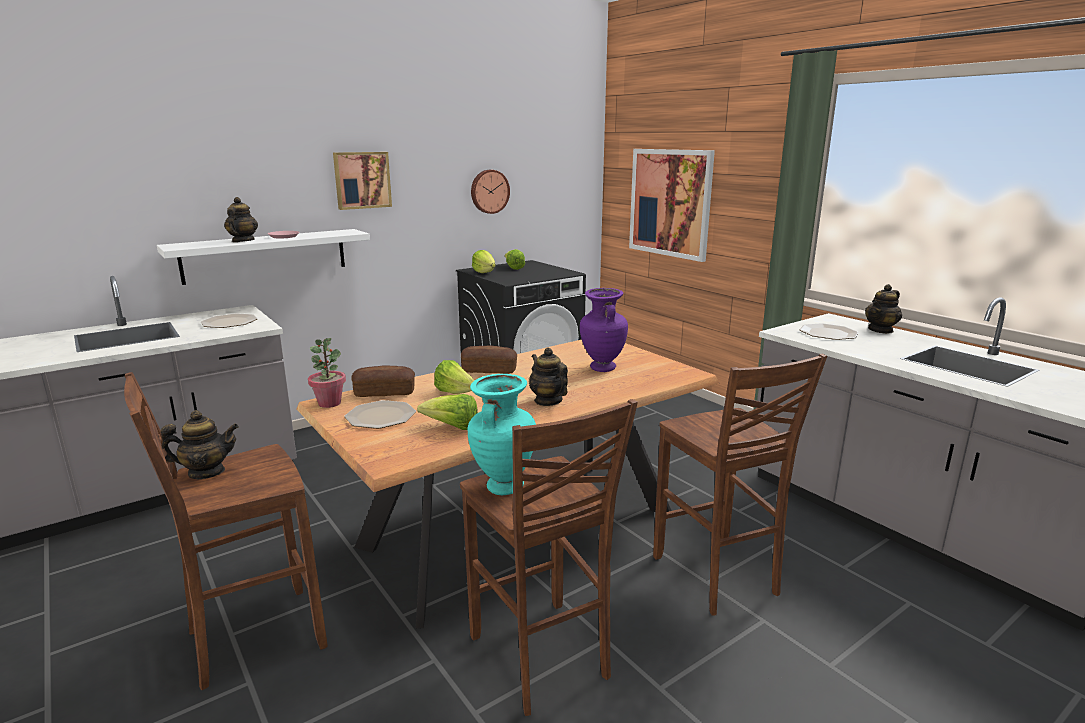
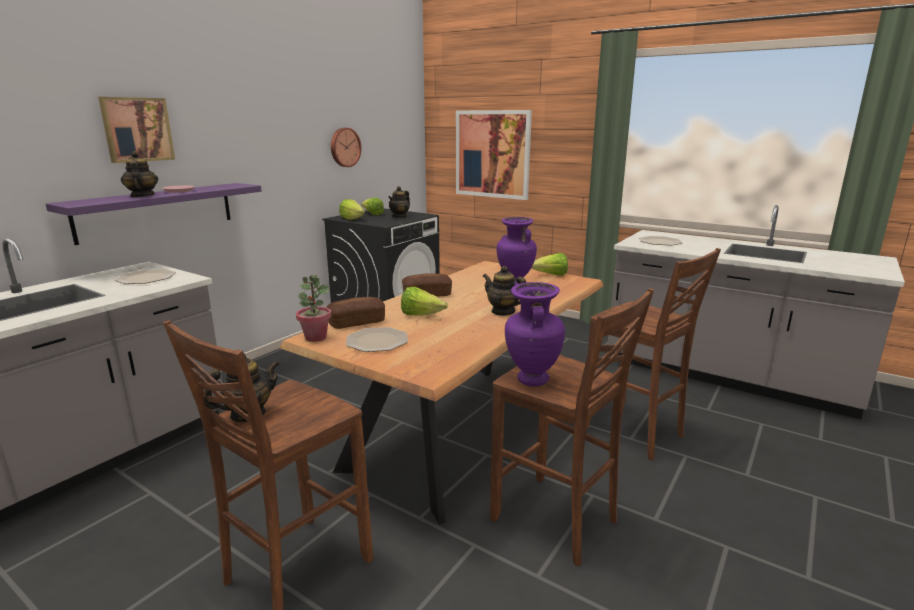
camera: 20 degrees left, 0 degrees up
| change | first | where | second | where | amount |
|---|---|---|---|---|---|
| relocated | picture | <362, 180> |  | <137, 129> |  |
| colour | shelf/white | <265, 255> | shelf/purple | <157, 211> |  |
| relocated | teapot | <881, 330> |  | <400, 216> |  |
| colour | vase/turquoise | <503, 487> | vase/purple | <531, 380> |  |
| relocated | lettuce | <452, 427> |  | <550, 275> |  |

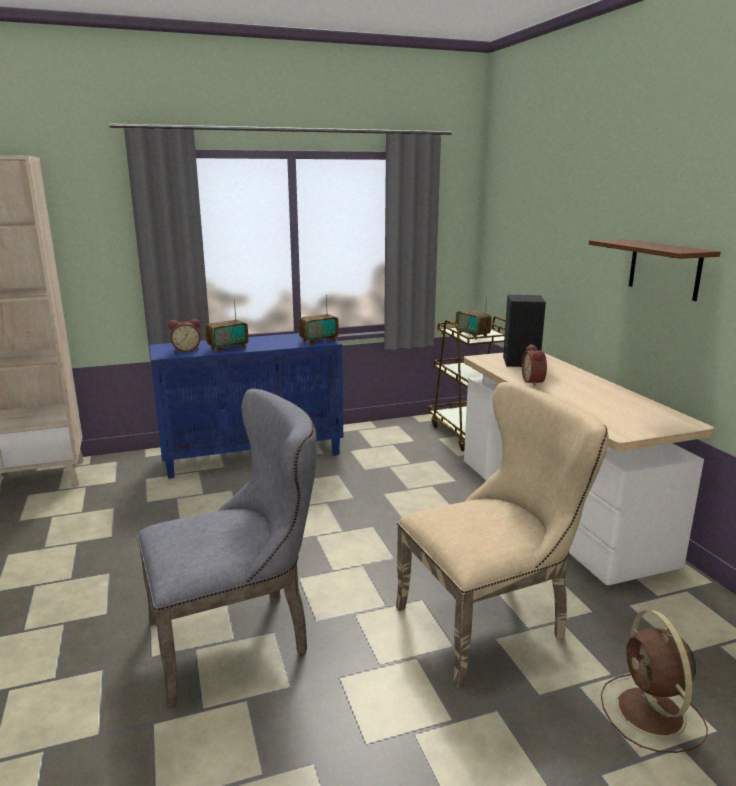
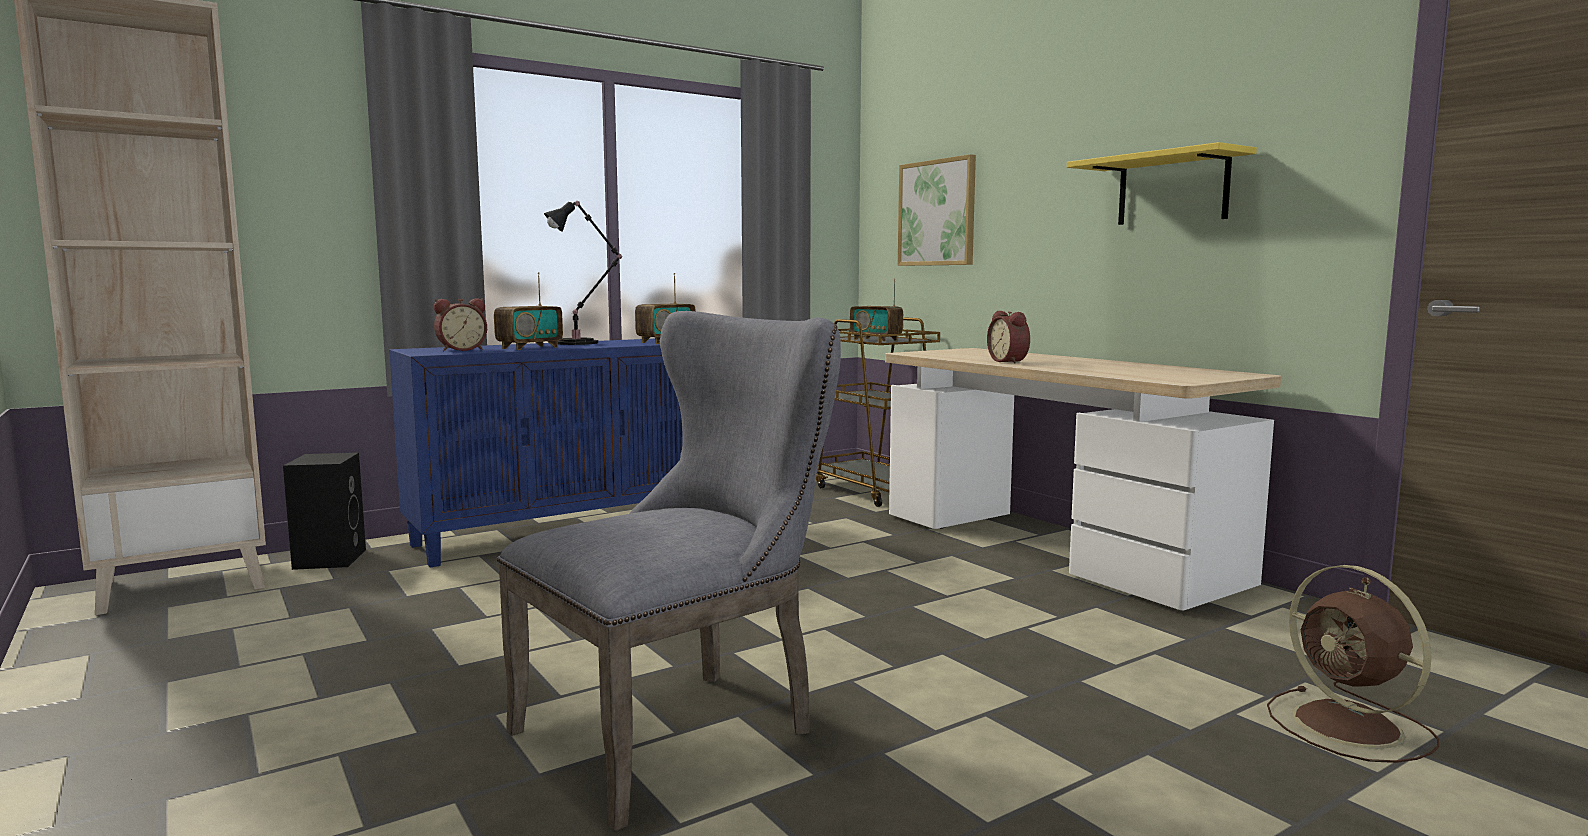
camera: 15 degrees left, 10 degrees down
| change | first | where | second | where | amount |
|---|---|---|---|---|---|
| colour | shelf/brown | <664, 269> | shelf/yellow | <1172, 189> |  |
| relocated | speaker/black | <519, 361> |  | <329, 558> |  |
| missing | chair/beige | <490, 622> |  |  |  |
| appeared |  |  | picture | <937, 213> |  |
| appeared |  |  | table lamp/black | <580, 343> |  |

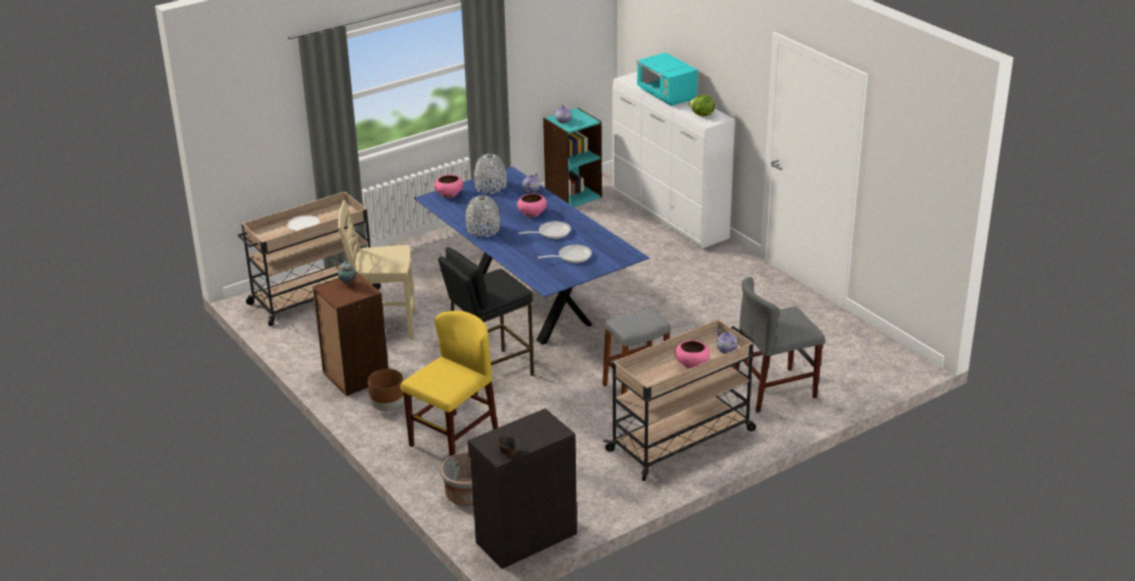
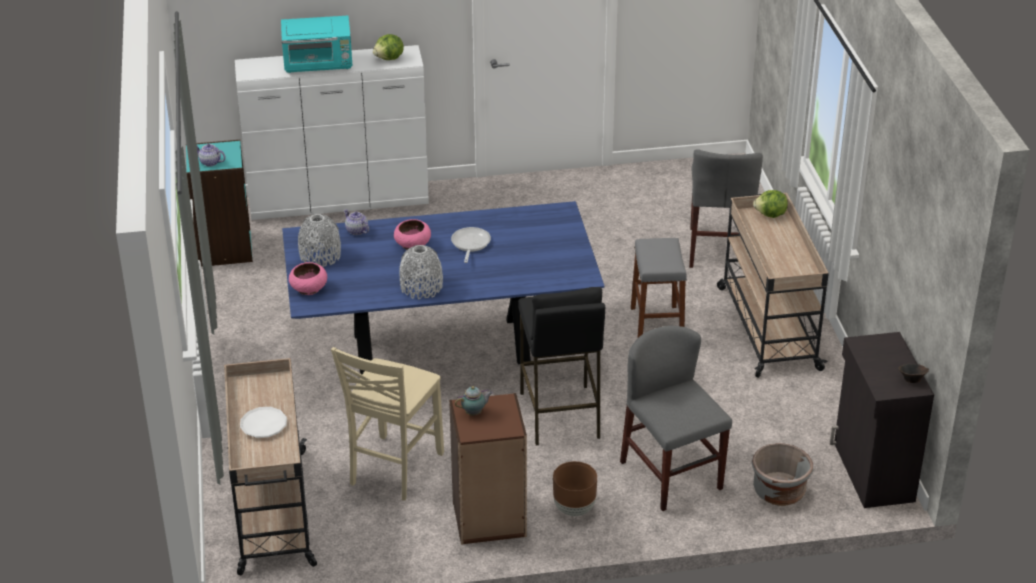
camera: 65 degrees left, 5 degrees up
| change | first | where | second | where | amount |
|---|---|---|---|---|---|
| missing | frying pan | <571, 257> |  |  |  |
| colour | chair/yellow | <453, 439> | chair/grey | <671, 475> |  |
| exchanged | teapot | <726, 350> | lettuce | <770, 215> |  |
| missing | bowl/pink | <691, 363> |  |  |  |

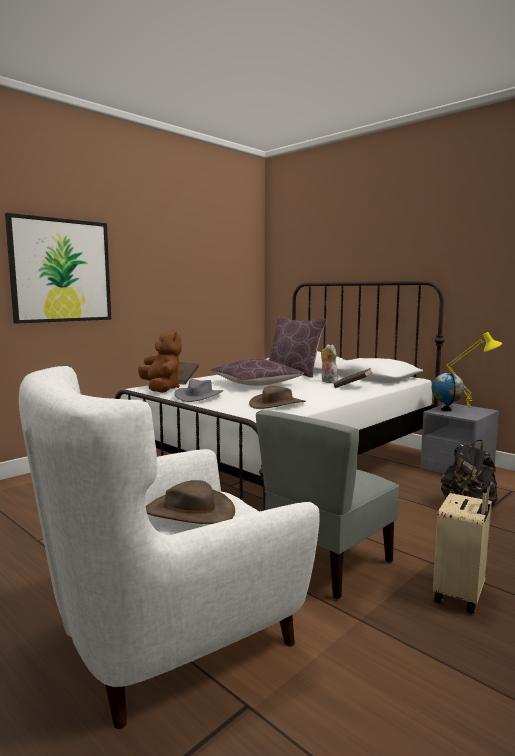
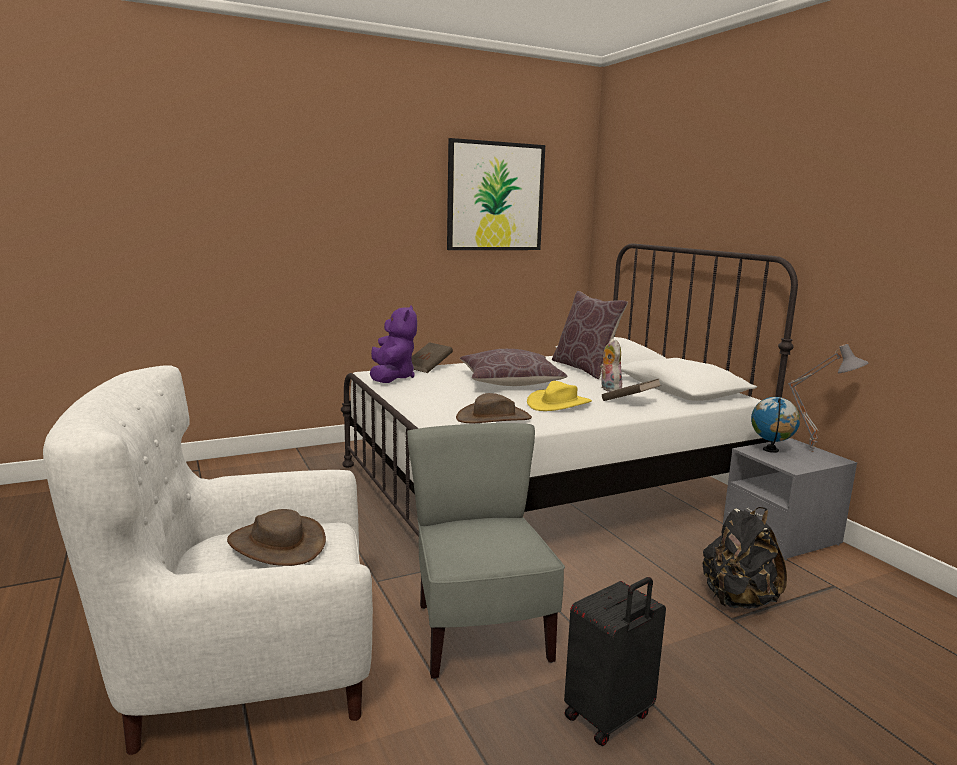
camera: 20 degrees right, 5 degrees up
| change | first | where | second | where | amount |
|---|---|---|---|---|---|
| relocated | picture | <61, 270> |  | <495, 197> |  |
| colour | plush toy/brown | <161, 389> | plush toy/purple | <391, 377> |  |
| colour | table lamp/yellow | <469, 407> | table lamp/grey | <813, 451> |  |
| missing | hat/grey | <198, 396> |  |  |  |
| spun | chair/grey | <327, 564> |  | <479, 633> | 105 degrees clockwise |
| colour | suitcase/beige | <461, 595> | suitcase/black | <609, 717> |  |
| appeared |  |  | hat/yellow | <559, 404> |  |

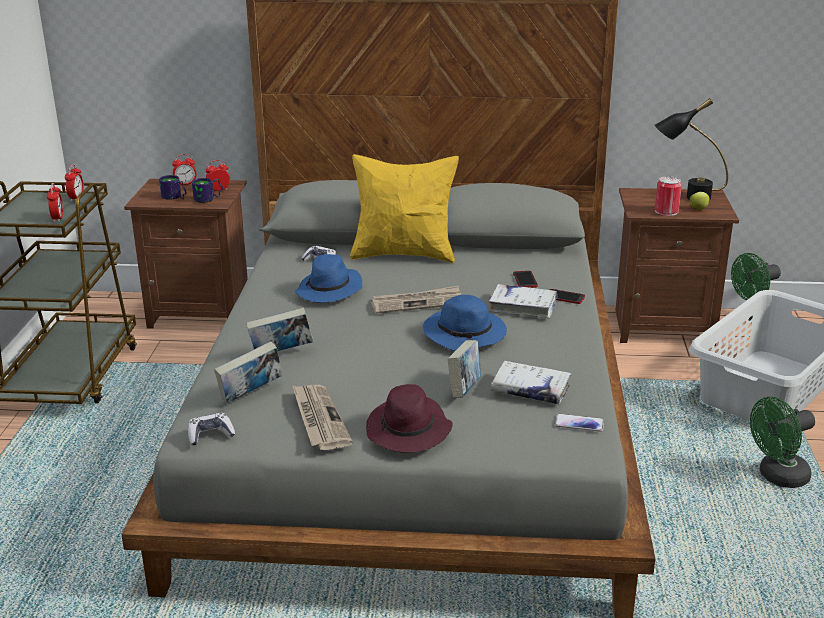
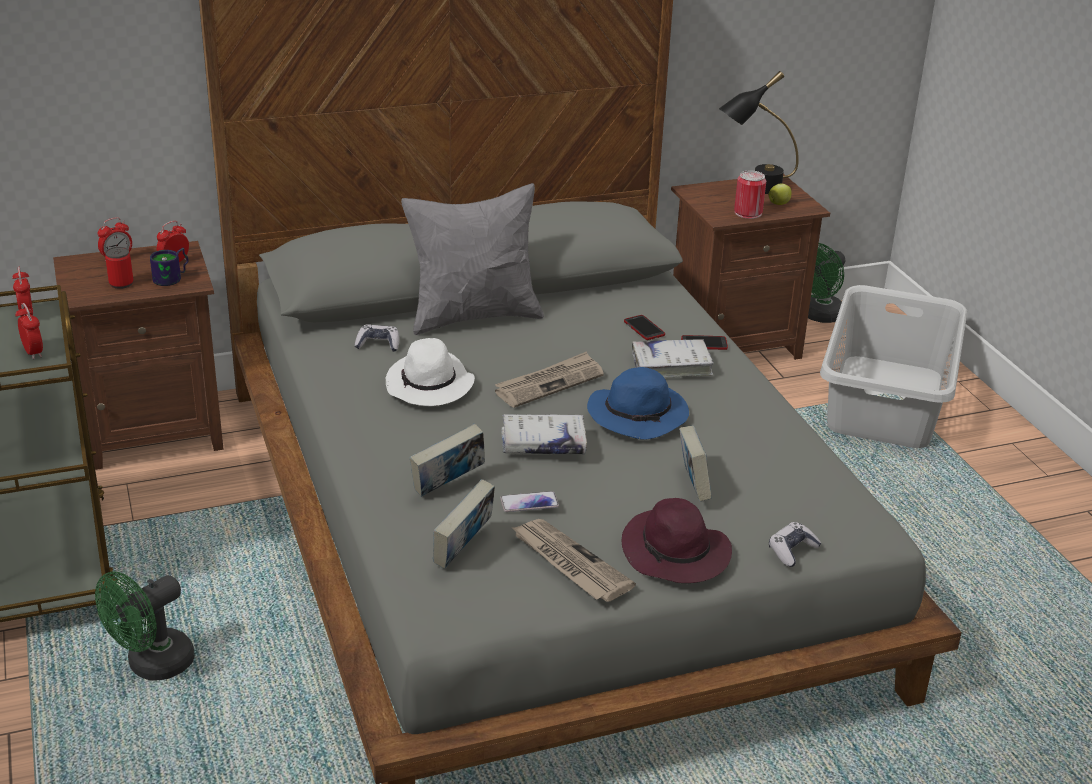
camera: 25 degrees left, 5 degrees up
| change | first | where | second | where | amount |
|---|---|---|---|---|---|
| colour | pillow/yellow | <404, 254> | pillow/grey | <474, 316> |  |
| exchanged | mug | <174, 198> | can | <121, 283> |  |
| colour | hat/blue | <330, 291> | hat/white | <430, 386> |  |
| relocated | book/white | <530, 390> |  | <543, 443> |  |
| relocated | fan/green | <777, 477> |  | <152, 666> |  |
| relocated | game controller | <210, 435> |  | <792, 550> |  |
| relocated | phone | <579, 423> |  | <529, 503> |  |

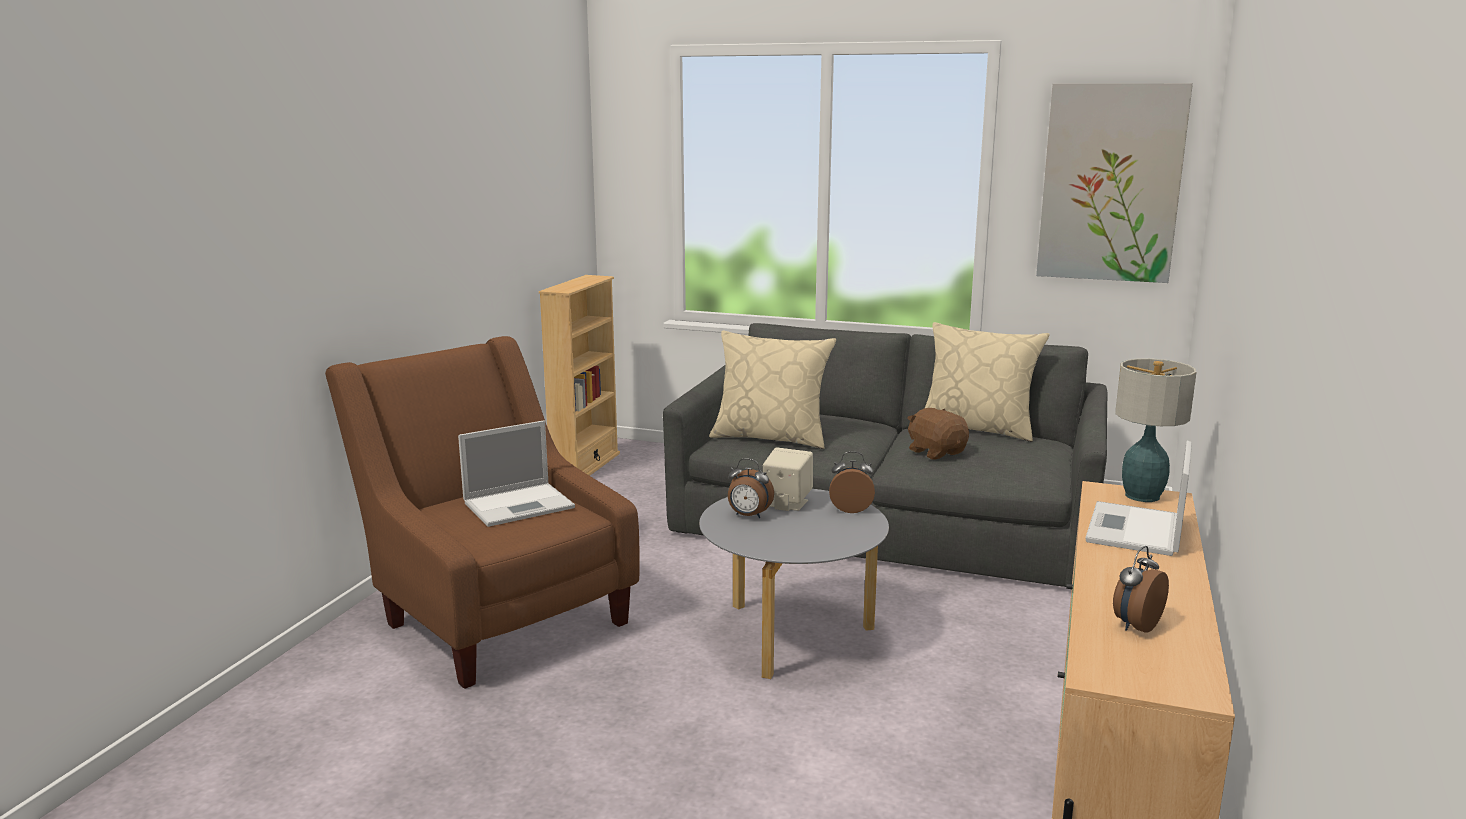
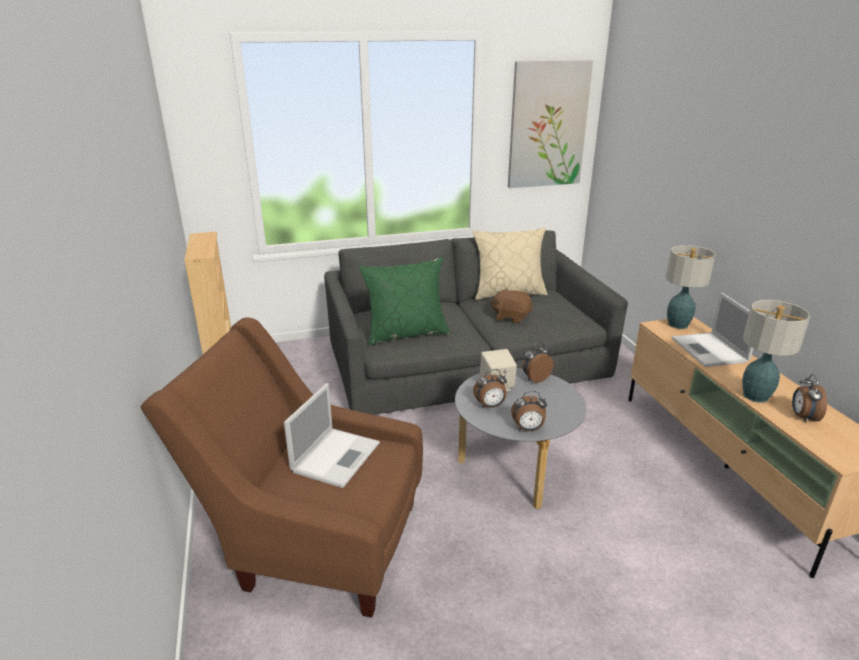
camera: 35 degrees left, 10 degrees up
| change | first | where | second | where | amount |
|---|---|---|---|---|---|
| colour | pillow/beige | <771, 437> | pillow/green | <406, 333> |  |
| appeared |  |  | table lamp | <755, 395> |  |
| appeared |  |  | alarm clock | <528, 429> |  |

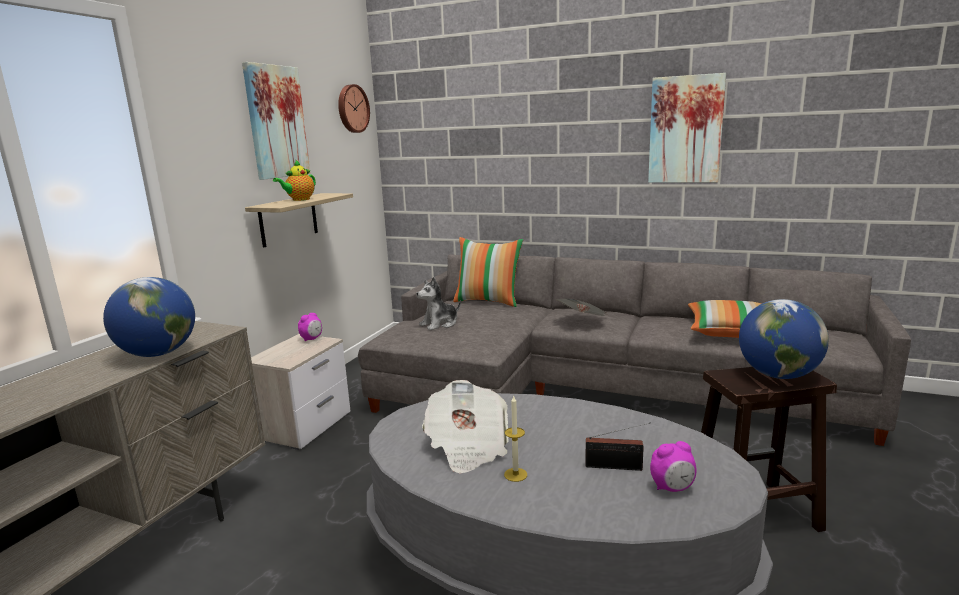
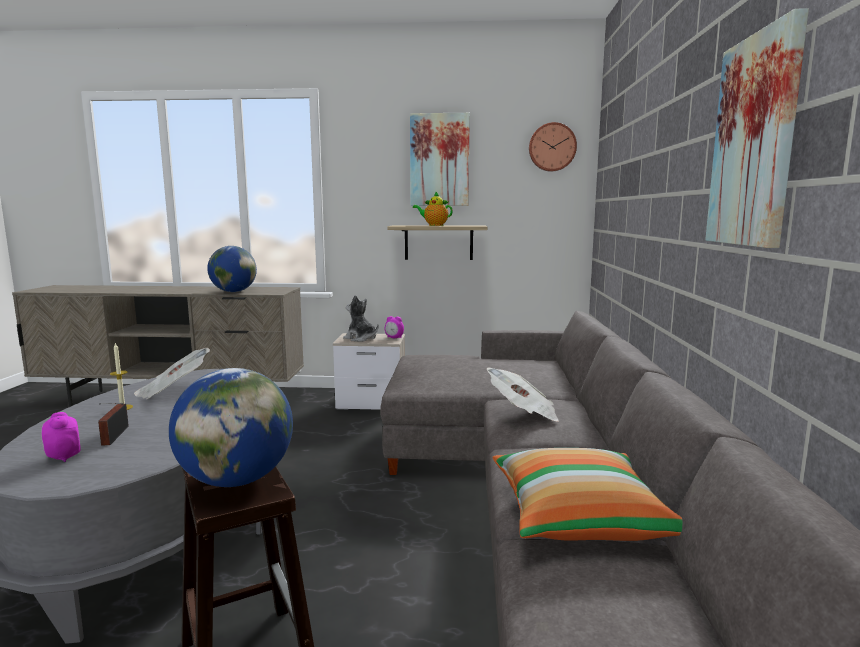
camera: 70 degrees right, 5 degrees down
| change | first | where | second | where | amount |
|---|---|---|---|---|---|
| missing | pillow | <488, 301> |  |  |  |
| relocated | plush toy | <440, 324> |  | <361, 339> |  |

